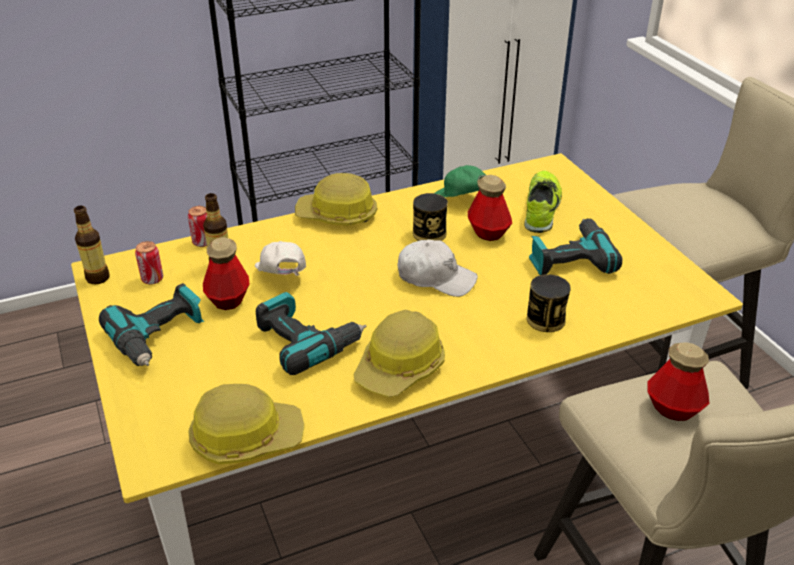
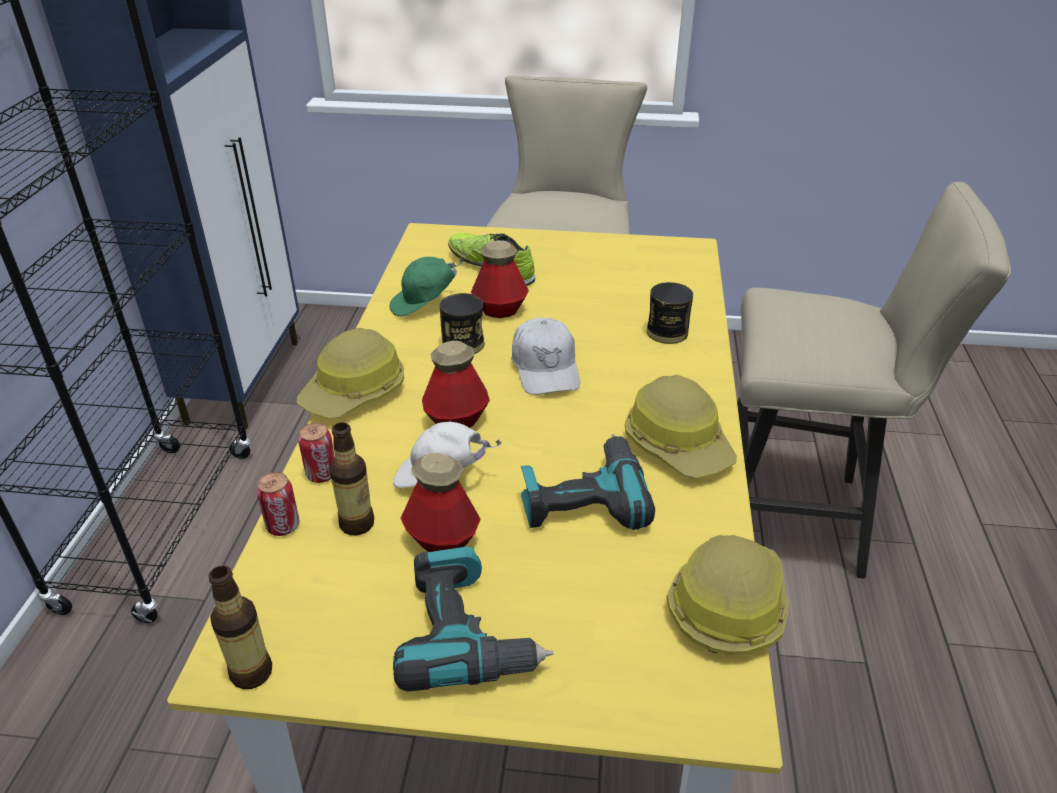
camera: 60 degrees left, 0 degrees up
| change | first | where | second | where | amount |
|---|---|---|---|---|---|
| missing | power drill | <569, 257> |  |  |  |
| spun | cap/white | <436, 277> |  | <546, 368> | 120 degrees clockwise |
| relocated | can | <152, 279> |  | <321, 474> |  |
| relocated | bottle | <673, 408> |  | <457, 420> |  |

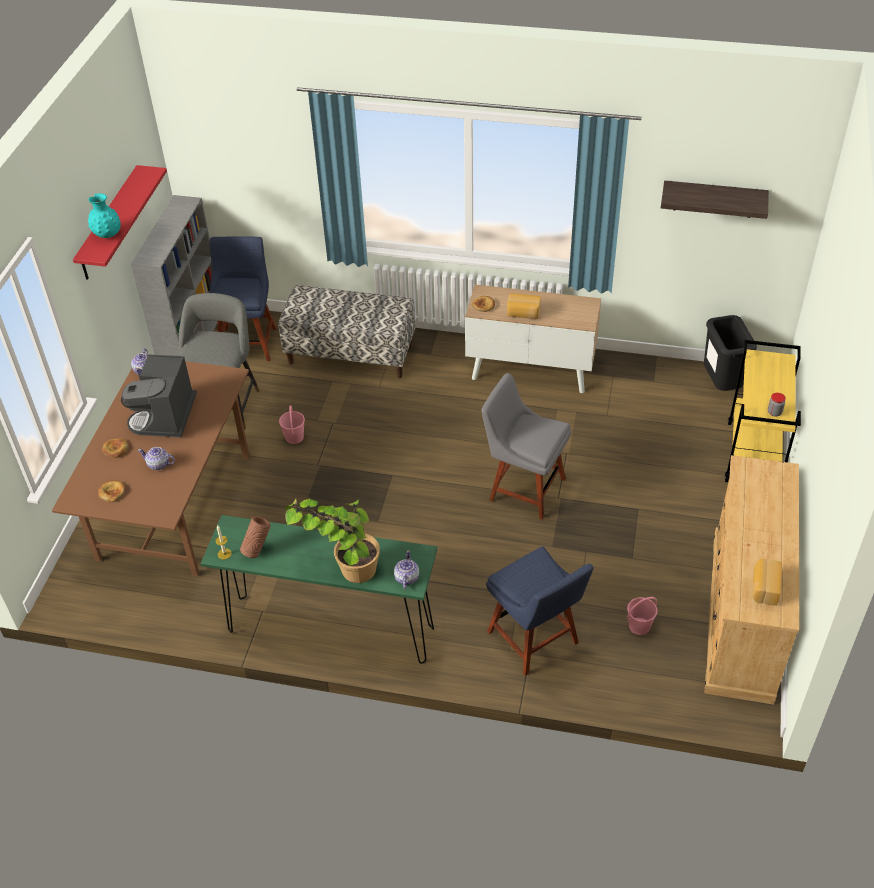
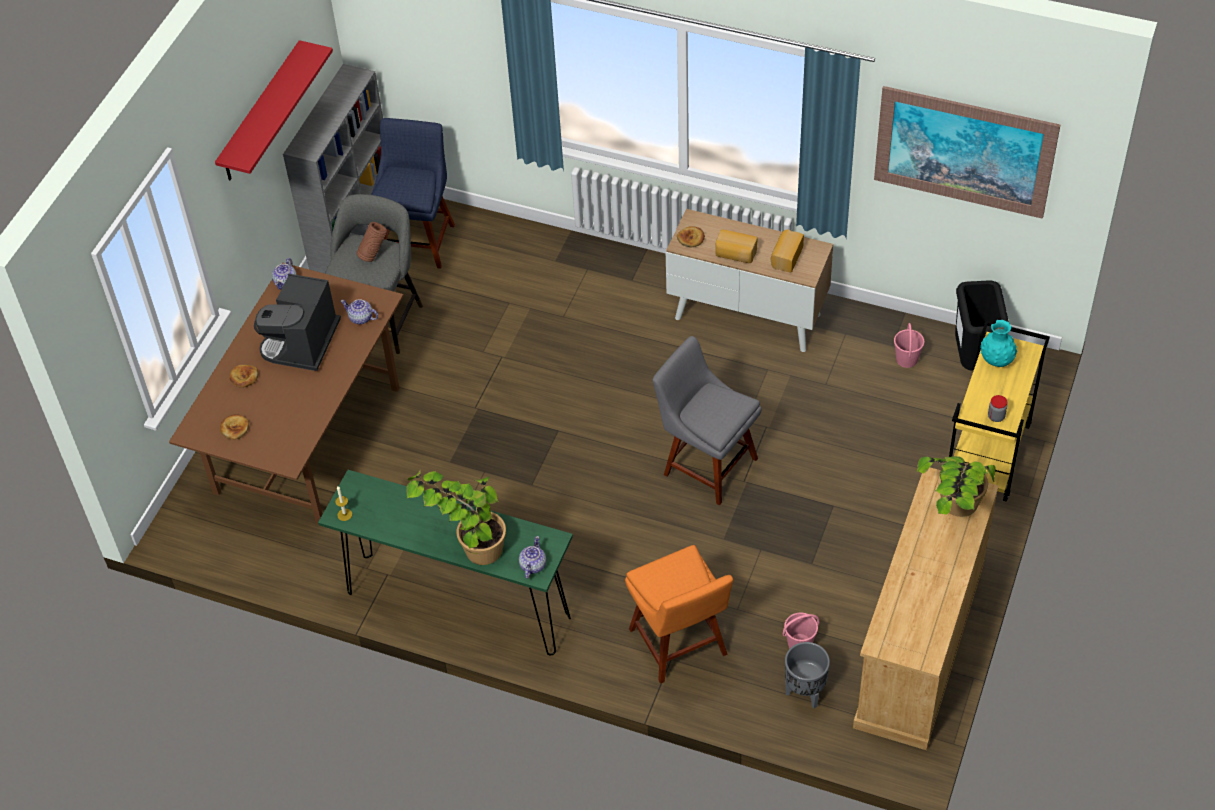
camera: 10 degrees right, 5 degrees up
| change | first | where | second | where | amount |
|---|---|---|---|---|---|
| exchanged | shelf | <713, 199> | picture | <964, 152> |  |
| relocated | vase/turquoise | <108, 235> |  | <996, 360> |  |
| missing | bench | <351, 354> |  |  |  |
| relocated | bucket/pink | <294, 437> |  | <906, 359> |  |
| relocated | teapot | <159, 464> |  | <361, 318> |  |
| relocated | vase/brown | <257, 550> |  | <374, 255> |  |
| colour | chair/blue | <535, 640> | chair/orange | <680, 646> |  |
| relocated | bread | <764, 588> |  | <786, 257> |  |
| appeared |  |  | potted plant | <952, 516> |  |
| appeared |  |  | planter/grey | <805, 693> |  |

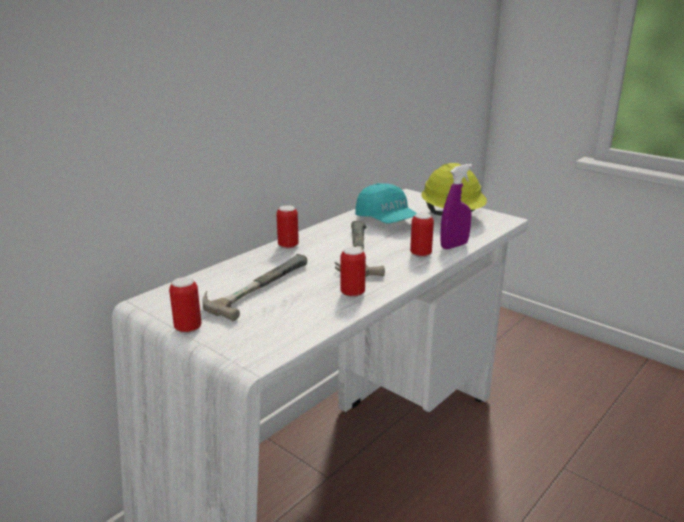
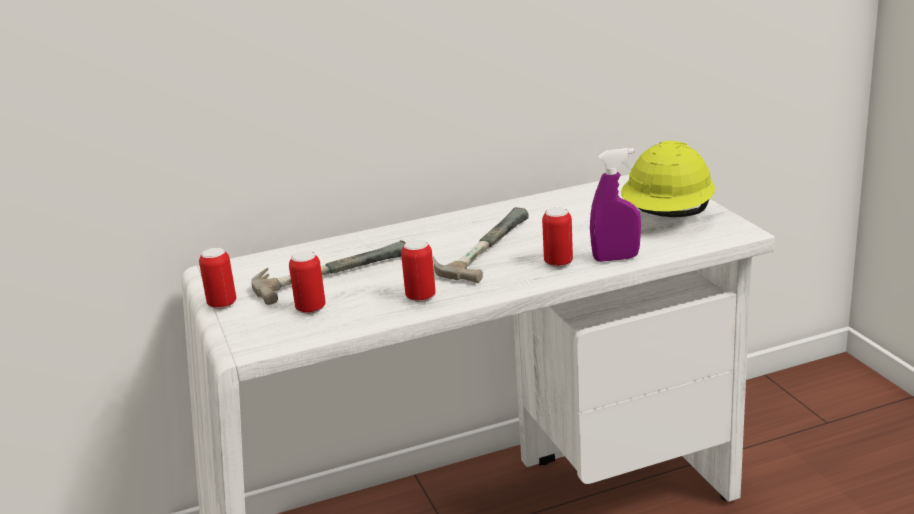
camera: 30 degrees right, 0 degrees up
| change | first | where | second | where | amount |
|---|---|---|---|---|---|
| missing | cap/turquoise | <387, 220> |  |  |  |
| relocated | can | <288, 246> |  | <311, 309> |  |

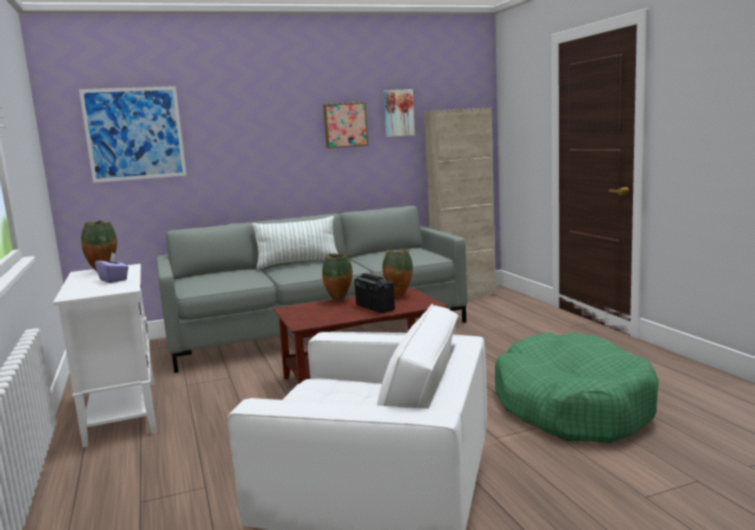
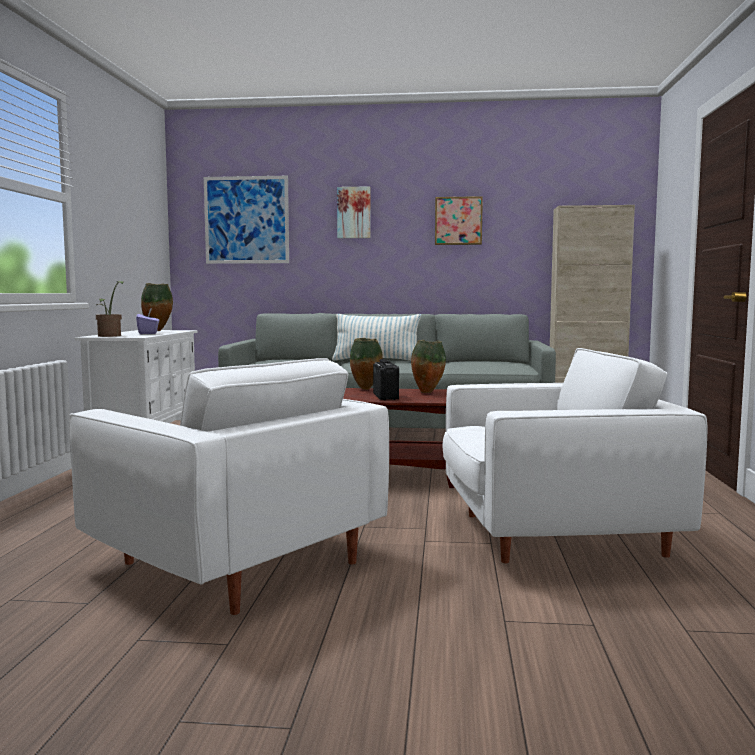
camera: 25 degrees right, 5 degrees down
| change | first | where | second | where | amount |
|---|---|---|---|---|---|
| relocated | picture | <398, 113> |  | <354, 212> |  |
| exchanged | dog bed/green | <572, 406> | armchair/white | <551, 535> |  |
| appeared |  |  | potted plant | <110, 336> |  |

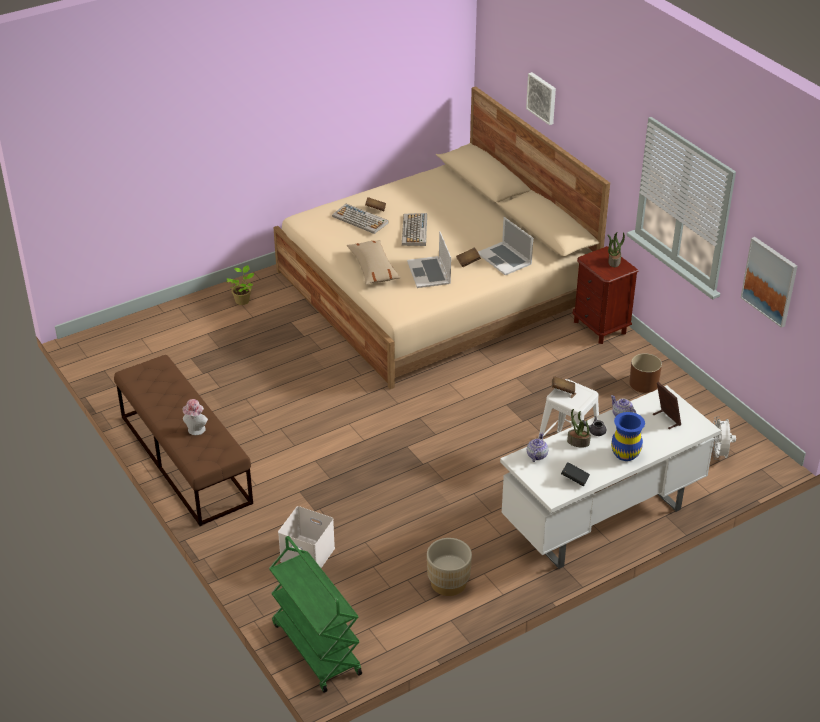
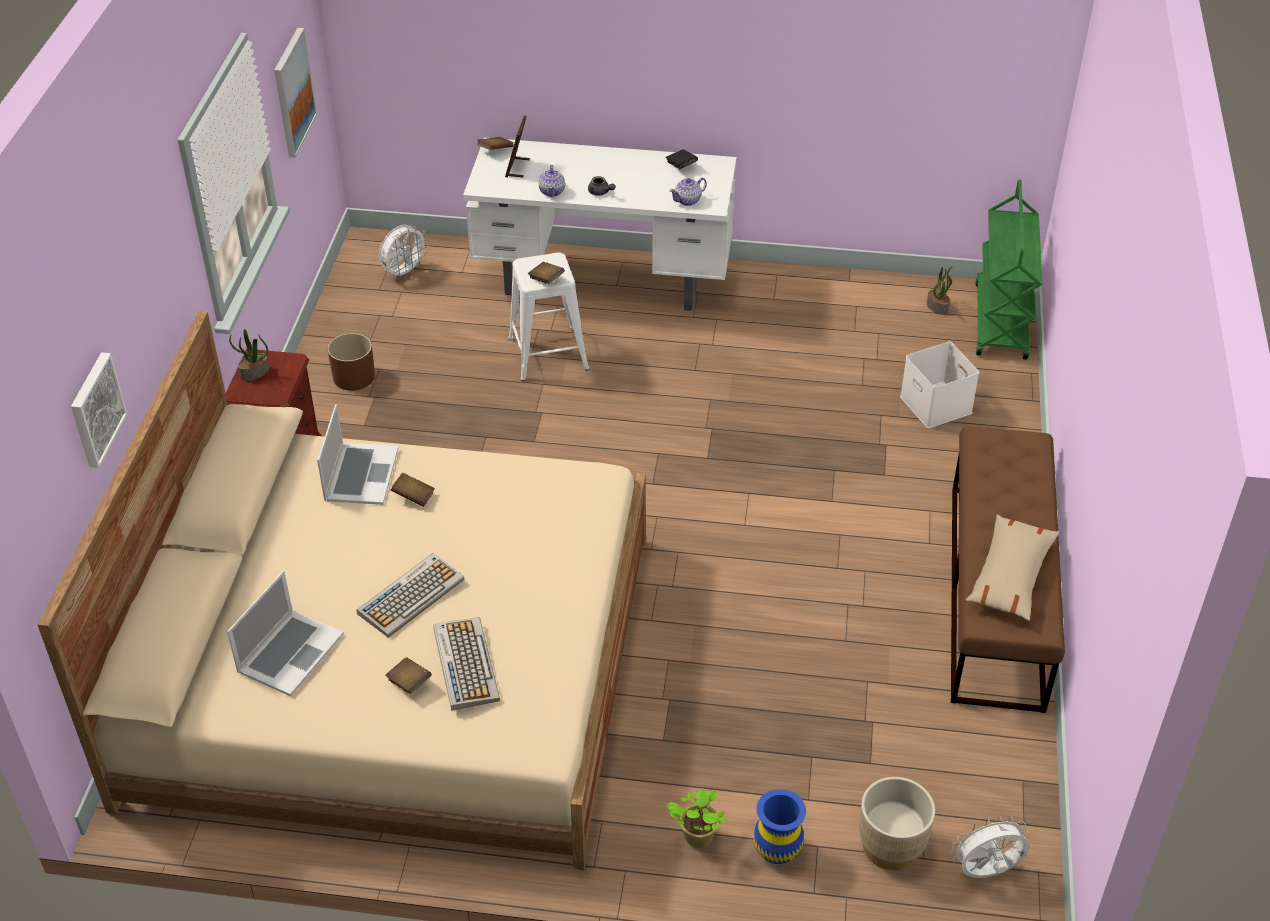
camera: 140 degrees left, 5 degrees up
| change | first | where | second | where | amount |
|---|---|---|---|---|---|
| relocated | laptop | <429, 272> |  | <290, 652> |  |
| relocated | pillow/beige | <373, 268> |  | <1010, 576> |  |
| missing | hat | <196, 431> |  |  |  |
| relocated | potted plant | <578, 442> |  | <938, 307> |  |
| relocated | vase/blue | <625, 453> |  | <777, 849> |  |
| relocated | planter/beige | <448, 583> |  | <891, 846> |  |
| appeared |  |  | book/brown | <495, 150> |  |
| appeared |  |  | fan/white | <986, 873> |  |

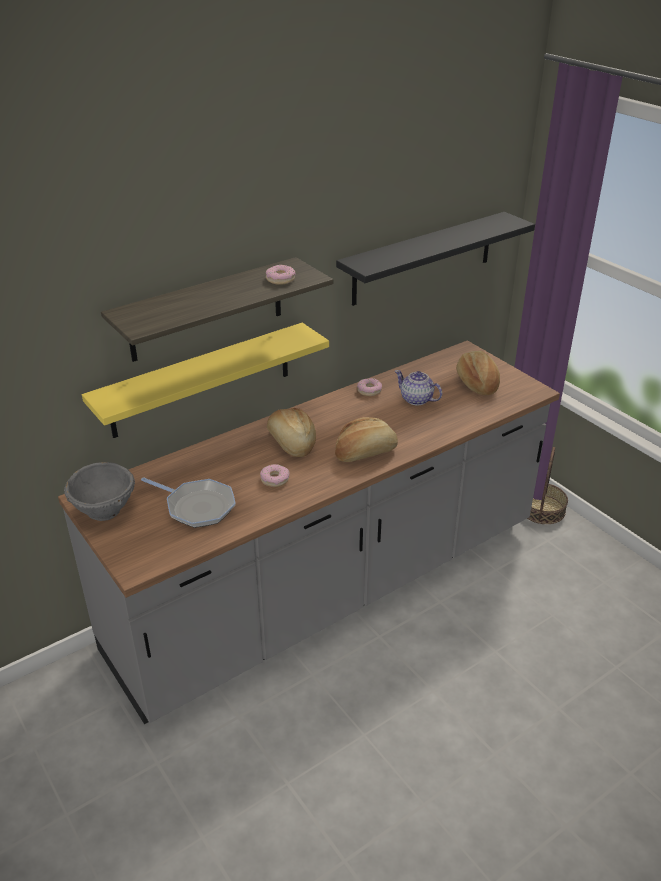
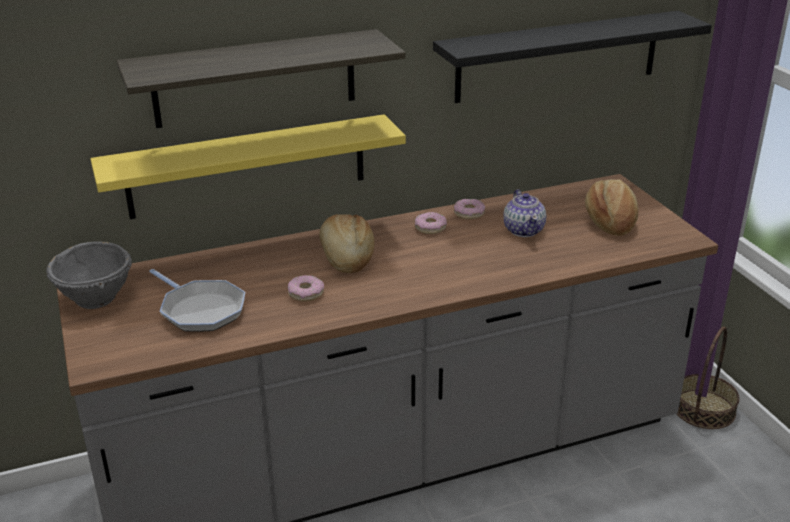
camera: 15 degrees right, 5 degrees down
| change | first | where | second | where | amount |
|---|---|---|---|---|---|
| relocated | donut | <280, 279> |  | <430, 228> |  |
| spun | teapot | <416, 399> |  | <524, 230> | 150 degrees counterclockwise |
| missing | bread | <365, 453> |  |  |  |

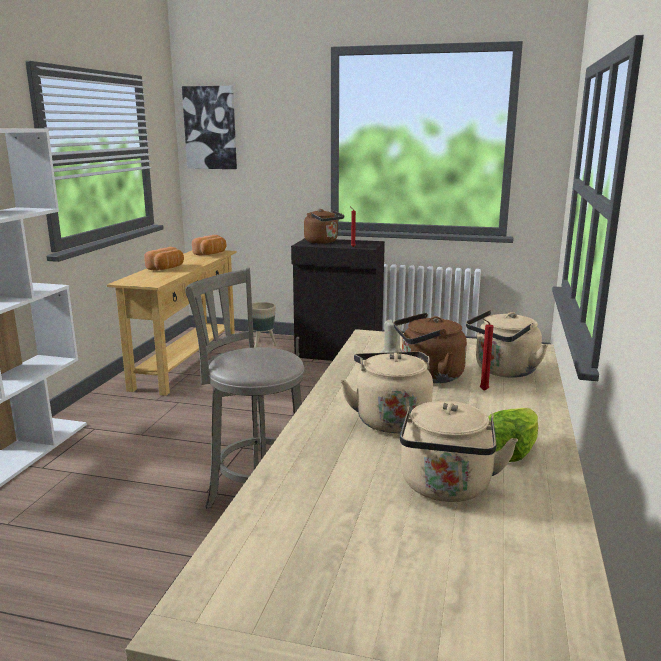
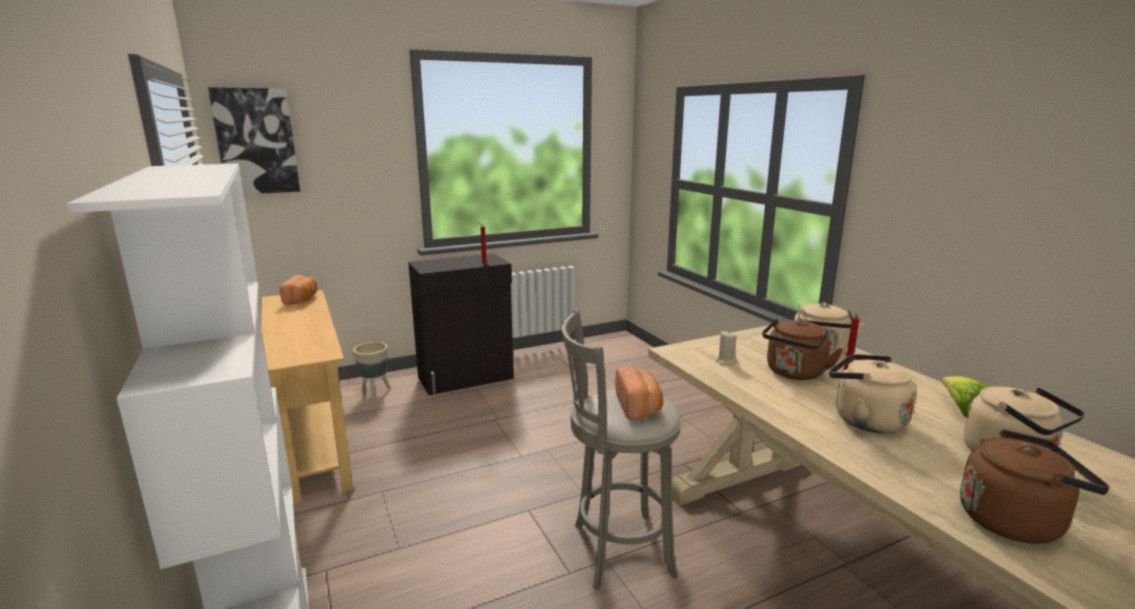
camera: 40 degrees left, 0 degrees up
| change | first | where | second | where | amount |
|---|---|---|---|---|---|
| relocated | kettle/brown | <323, 242> |  | <1014, 521> |  |
| relocated | bread | <167, 268> |  | <639, 407> |  |

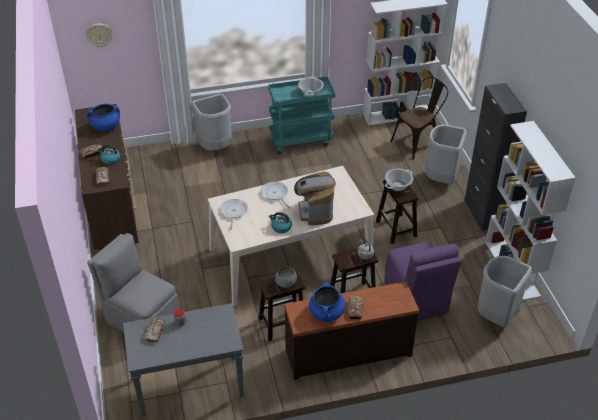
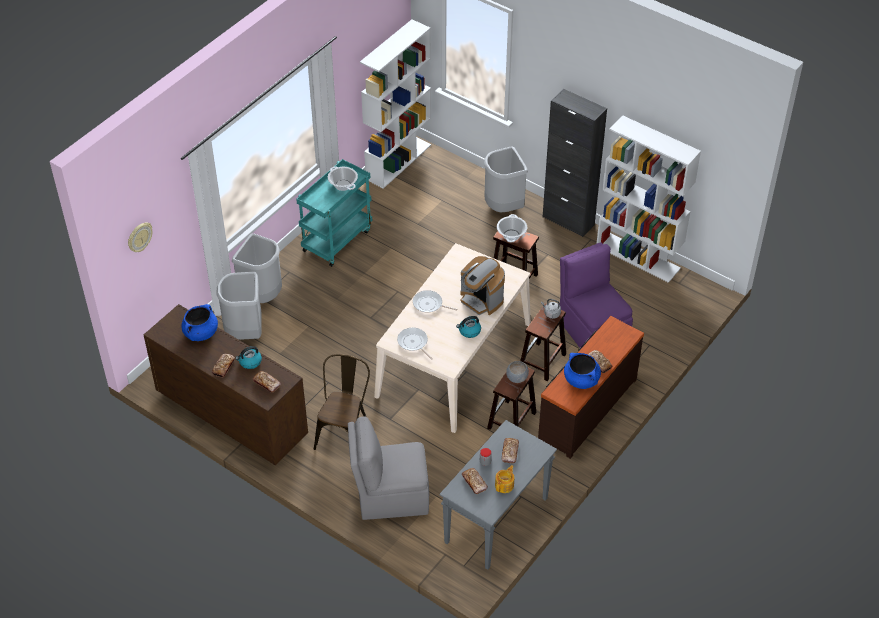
camera: 40 degrees left, 5 degrees up
| change | first | where | second | where | amount |
|---|---|---|---|---|---|
| relocated | chair/brown | <418, 142> |  | <345, 432> |  |
| spun | chair/purple | <416, 299> |  | <592, 330> | 150 degrees counterclockwise |
| relocated | trash can/grey | <496, 316> |  | <245, 332> |  |
| appeared |  |  | bread | <510, 452> |  |
| appeared |  |  | teapot | <505, 485> |  |

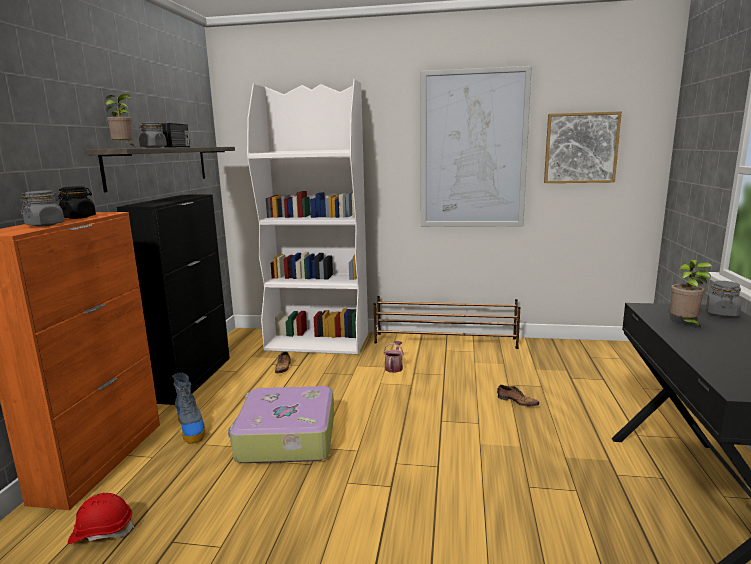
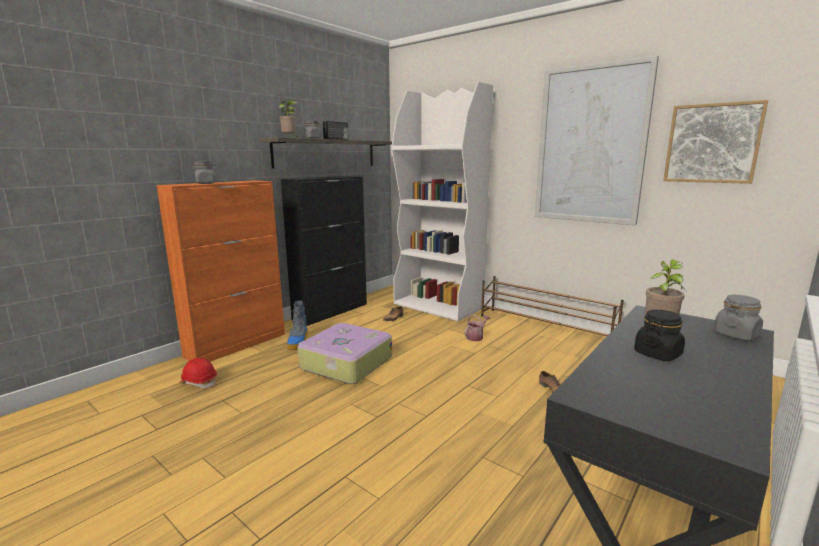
camera: 30 degrees right, 0 degrees up
| change | first | where | second | where | amount |
|---|---|---|---|---|---|
| relocated | jar/black | <78, 217> |  | <657, 354> |  |

